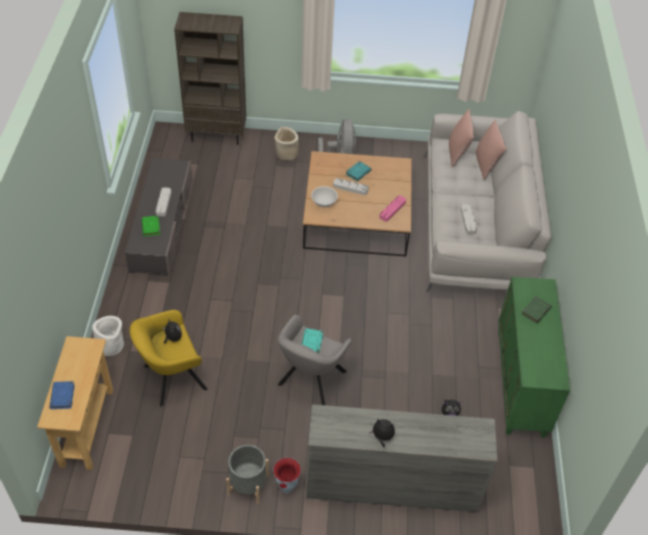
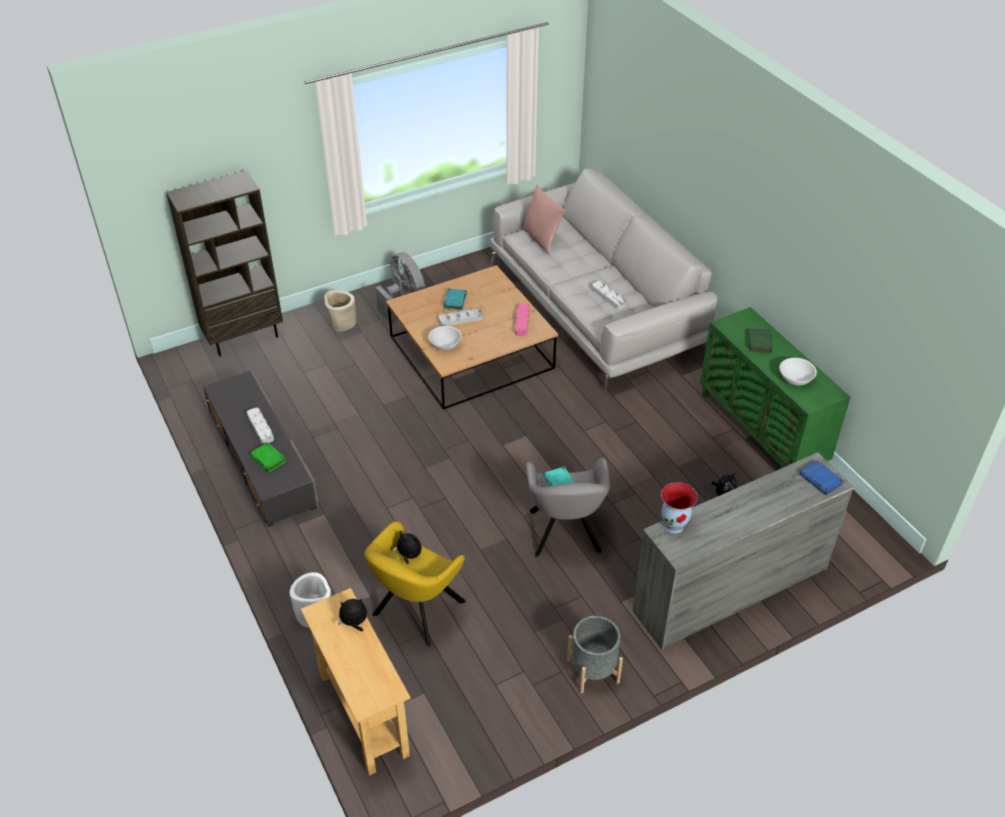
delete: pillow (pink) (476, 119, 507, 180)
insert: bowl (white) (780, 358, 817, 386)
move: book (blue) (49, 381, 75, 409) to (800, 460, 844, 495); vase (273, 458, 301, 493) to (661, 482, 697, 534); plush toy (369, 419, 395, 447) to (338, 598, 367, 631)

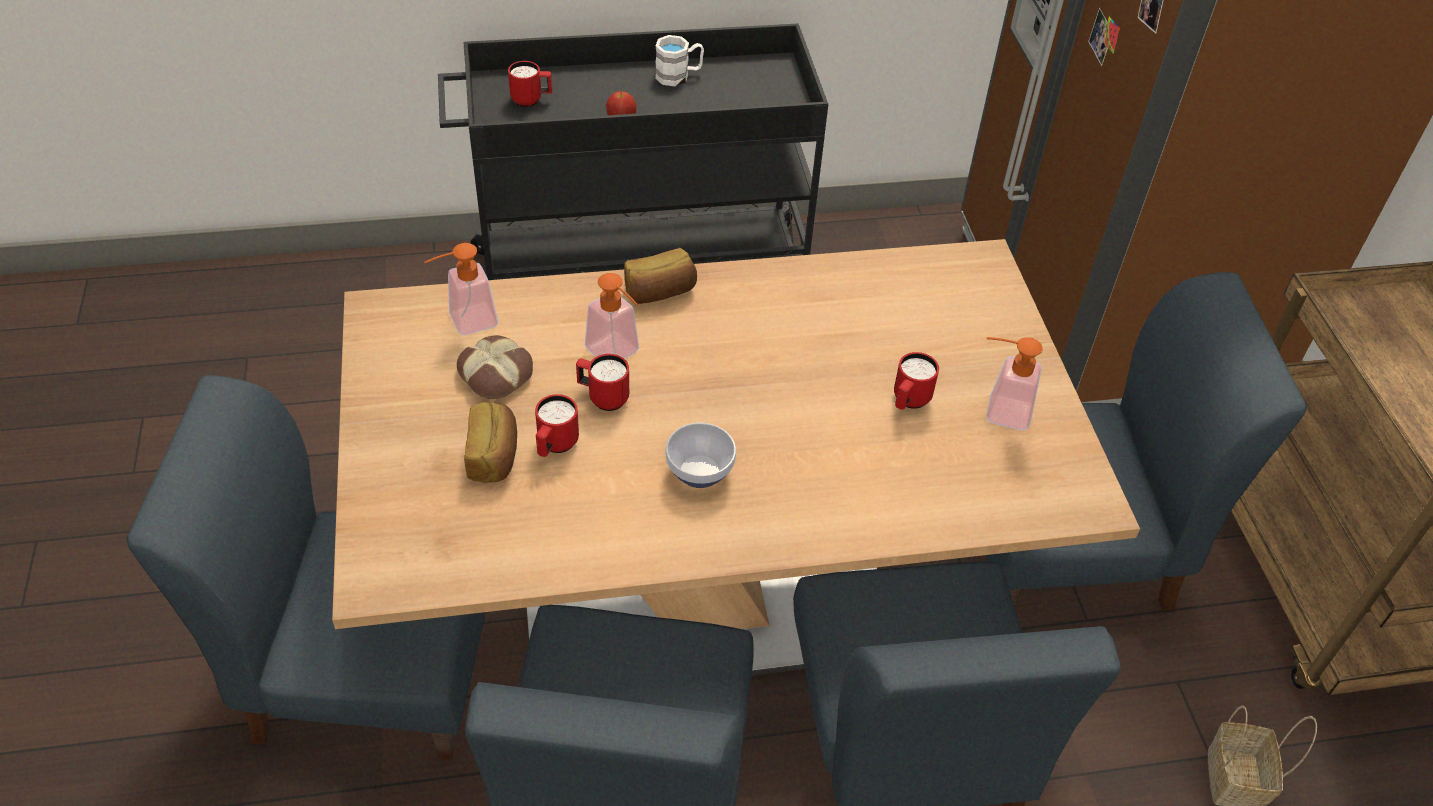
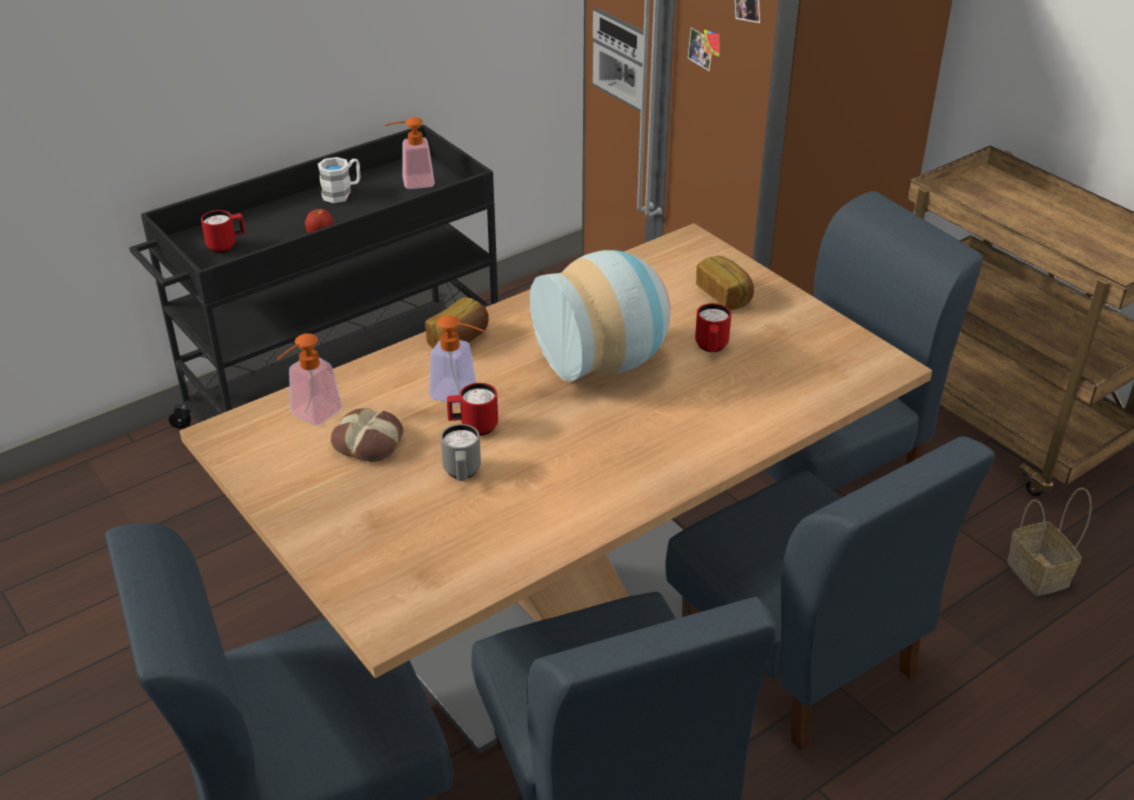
delete: bowl (665, 423, 736, 488)
insert: vase (530, 250, 670, 382)
move: bread (464, 402, 517, 483) to (696, 256, 754, 310); soap dispenser (986, 337, 1043, 430) to (385, 117, 435, 189)
recolor: mug (red) (535, 394, 579, 457) to mug (grey) (441, 424, 481, 481)

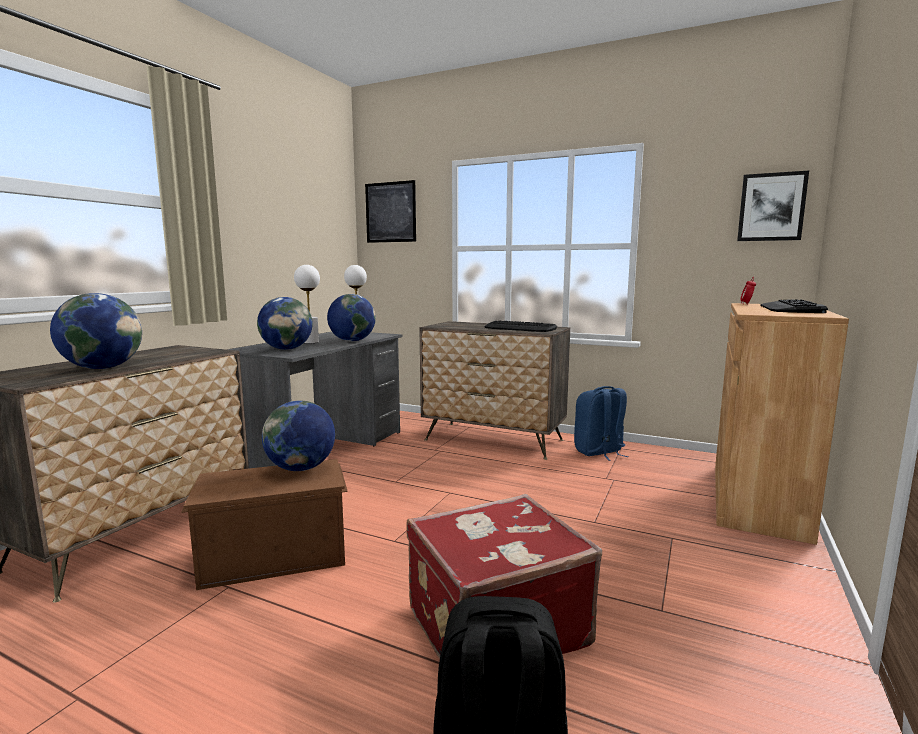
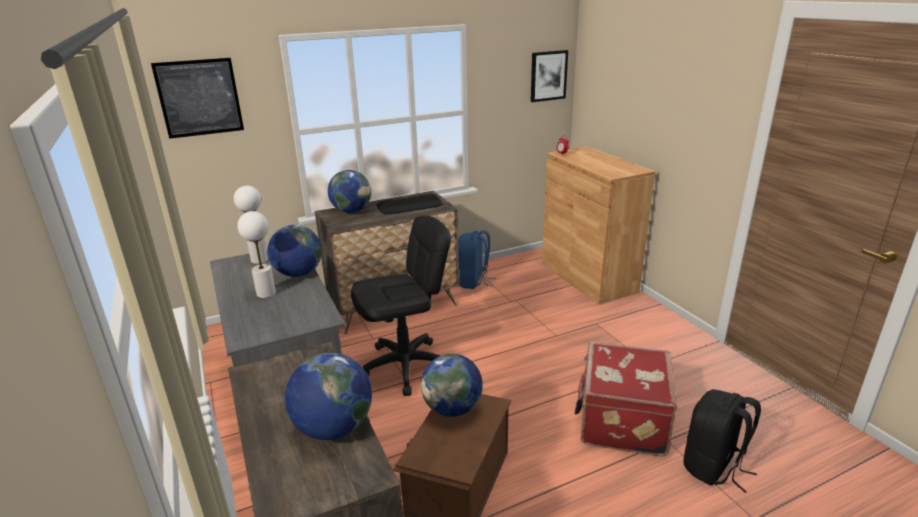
delete: keyboard (760, 299, 828, 313)
insert: office chair (black) (351, 215, 451, 396)
move: globe (257, 297, 313, 350) to (328, 170, 371, 213)

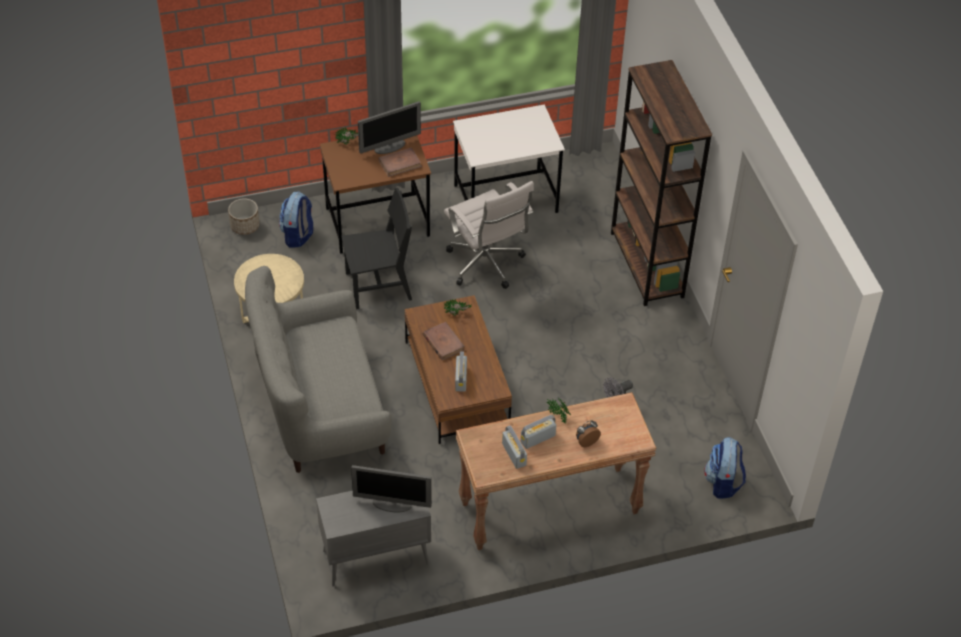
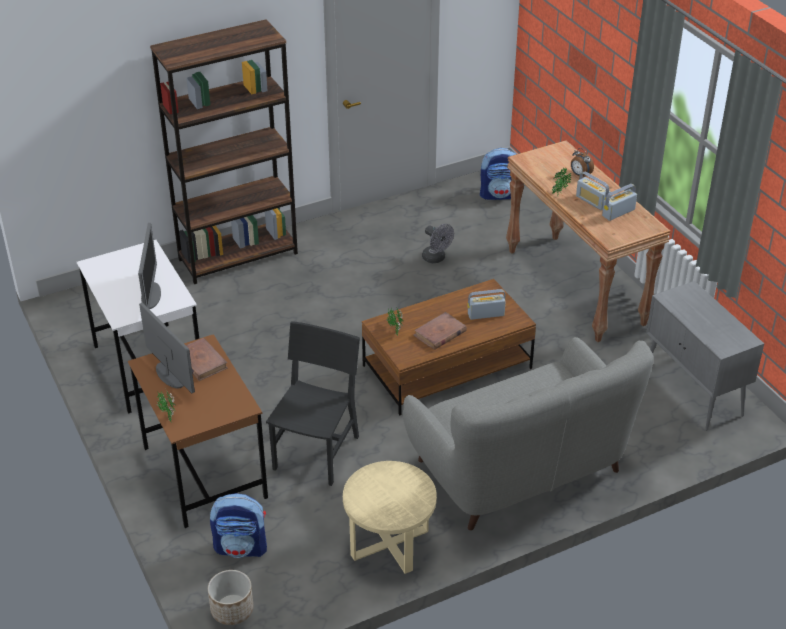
delete: office chair (white) (444, 181, 534, 289)
move: monitor (351, 465, 432, 512) to (138, 223, 161, 309)
rotate: chair (black) (341, 188, 412, 309) = (266, 321, 360, 486) 45 degrees clockwise

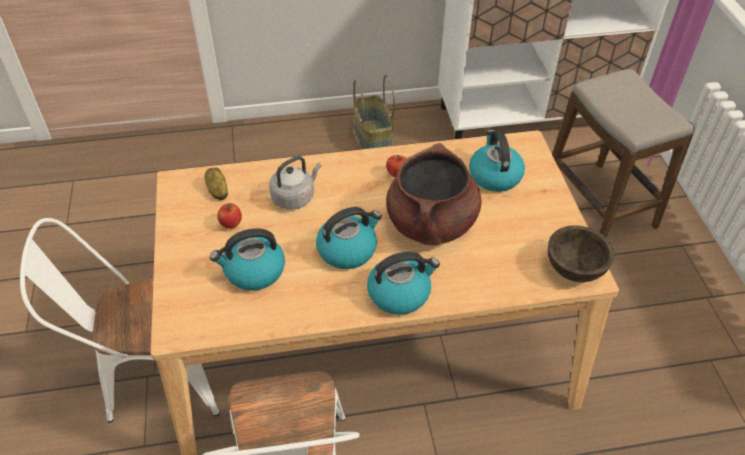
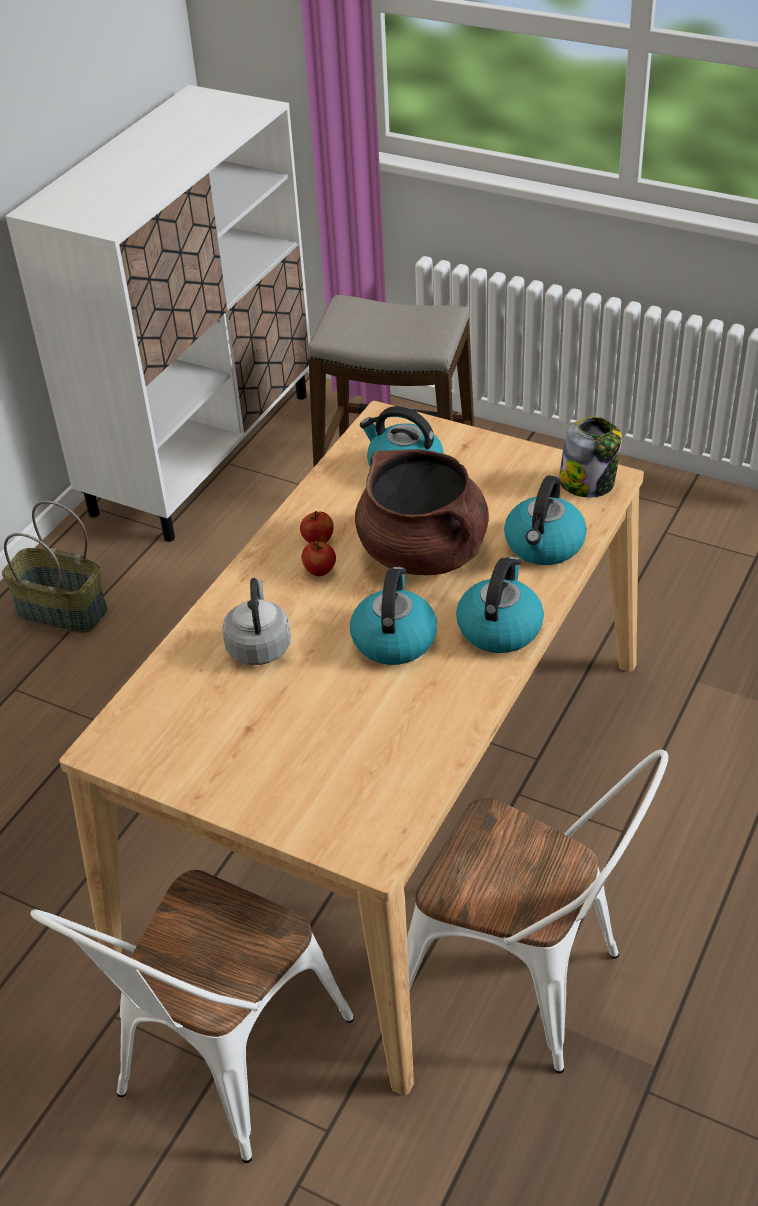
delete: potato (204, 167, 228, 200)
move: kettle (210, 228, 285, 291) to (504, 475, 587, 565); apple (217, 203, 242, 229) to (301, 541, 336, 576)
replace: bowl (brown) (548, 226, 614, 282) to jar (559, 417, 622, 498)

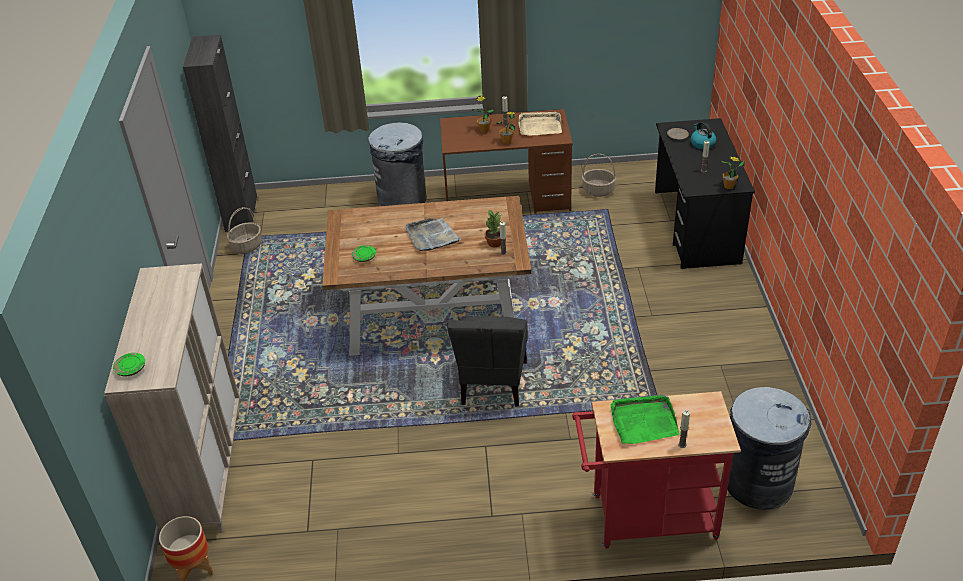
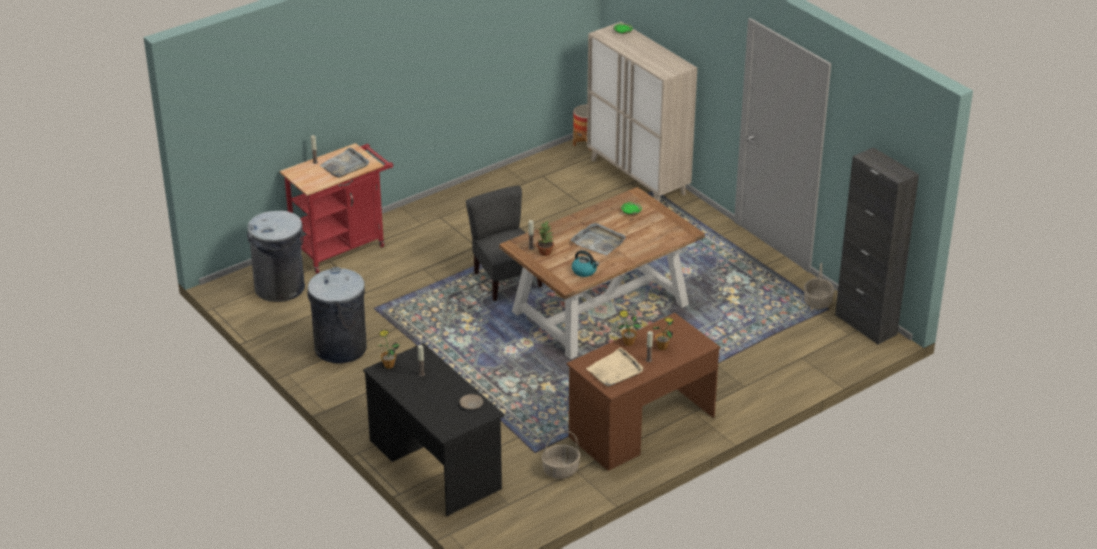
move: trash can (grey) (368, 122, 427, 206) to (307, 267, 367, 363); kettle (691, 122, 716, 149) to (572, 250, 599, 277)
recolor: tray (green) (611, 395, 680, 444) to tray (grey) (320, 147, 369, 178)

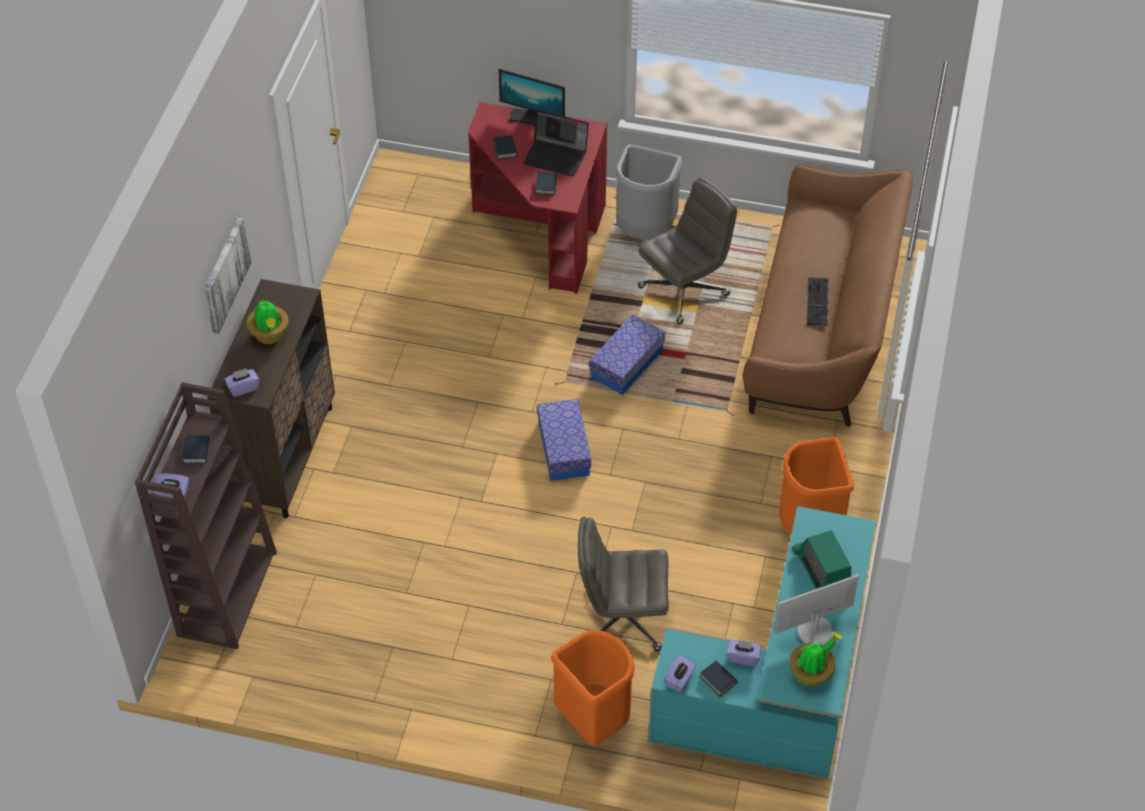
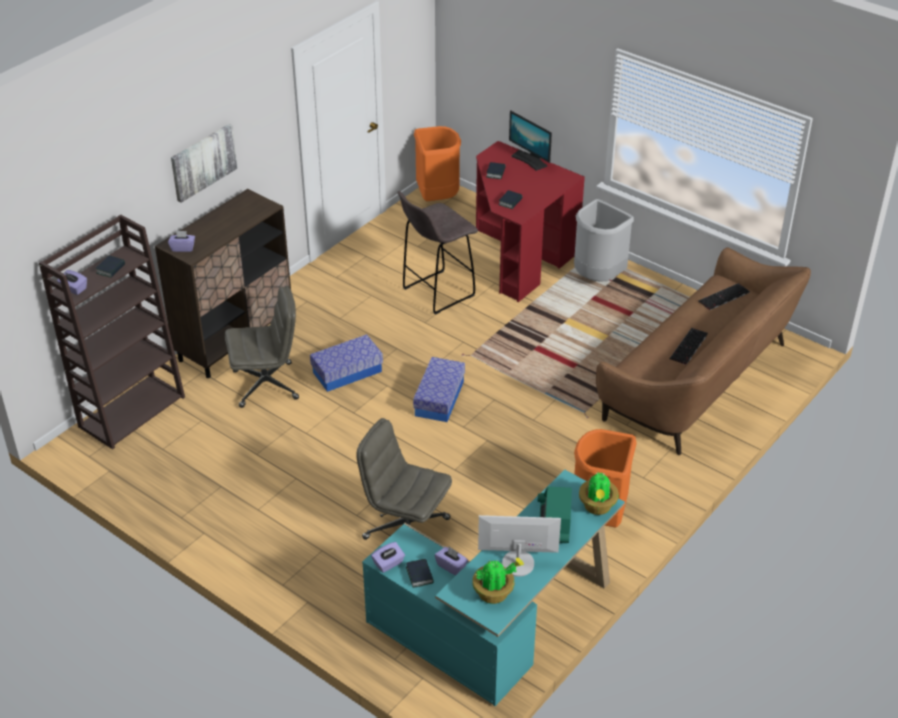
delete: laptop (523, 111, 589, 176)
insert: stool (grey) (398, 191, 478, 315); keyboard (698, 283, 750, 310)
move: potted plant (247, 300, 289, 344) to (579, 472, 619, 515); trash can (orange) (551, 630, 635, 746) to (414, 126, 461, 201); storage box (589, 315, 665, 395) to (310, 334, 383, 392); office chair (grey) (638, 178, 737, 324) to (225, 286, 299, 408)

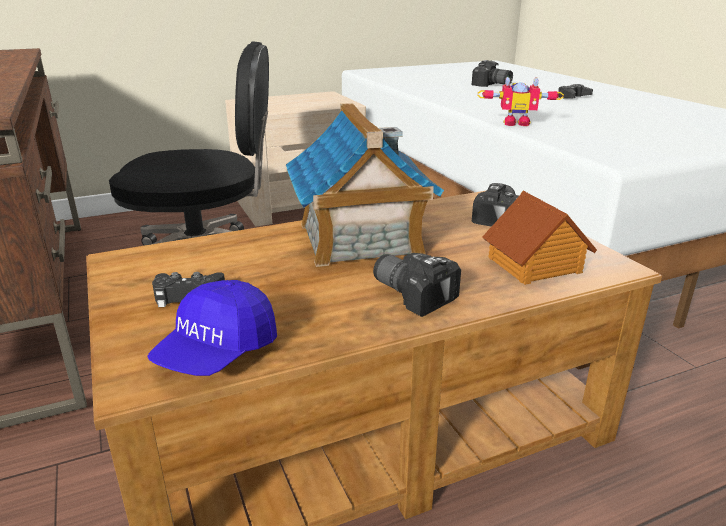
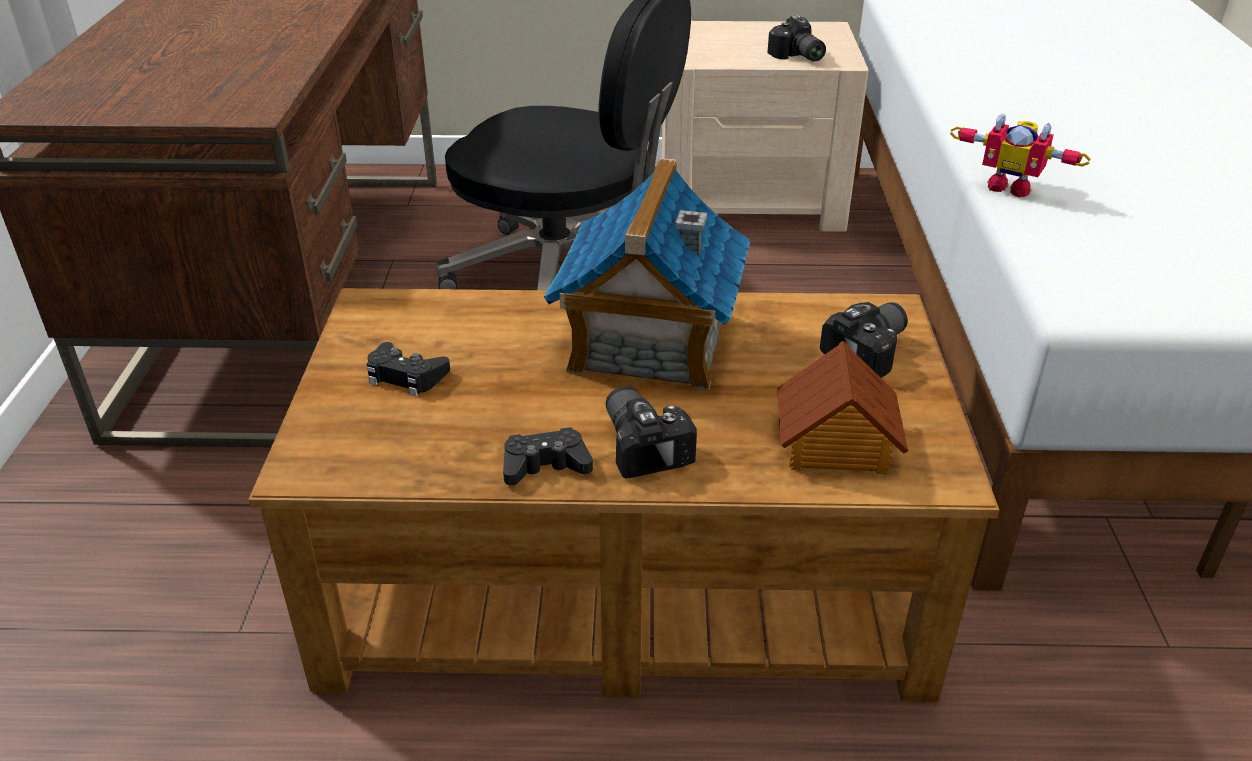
delete: cap (blue) (147, 280, 277, 376)
move: photo camera (472, 60, 513, 87) to (767, 15, 826, 62); game controller (black) (558, 84, 593, 99) to (503, 427, 593, 485)

